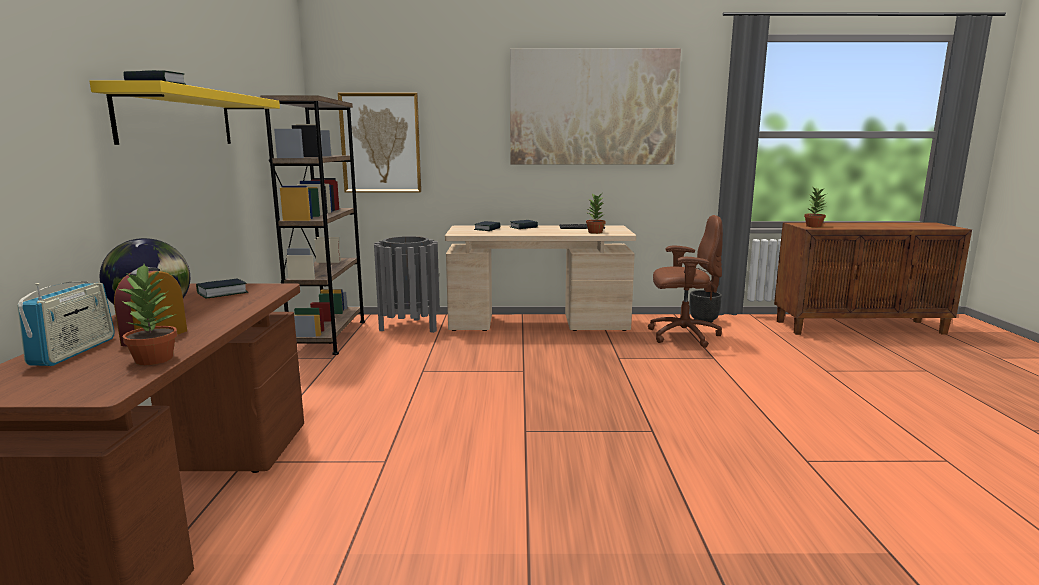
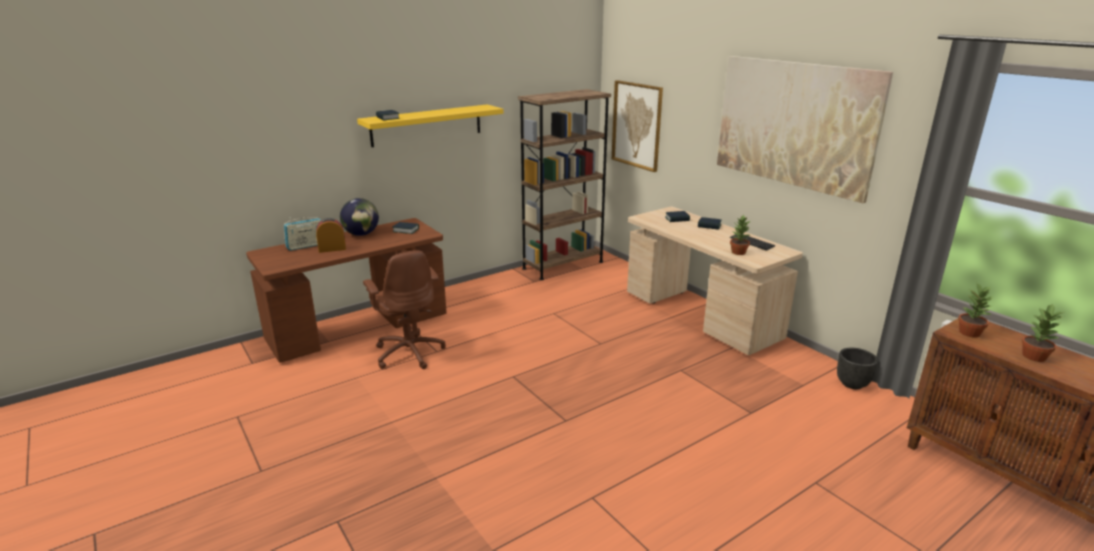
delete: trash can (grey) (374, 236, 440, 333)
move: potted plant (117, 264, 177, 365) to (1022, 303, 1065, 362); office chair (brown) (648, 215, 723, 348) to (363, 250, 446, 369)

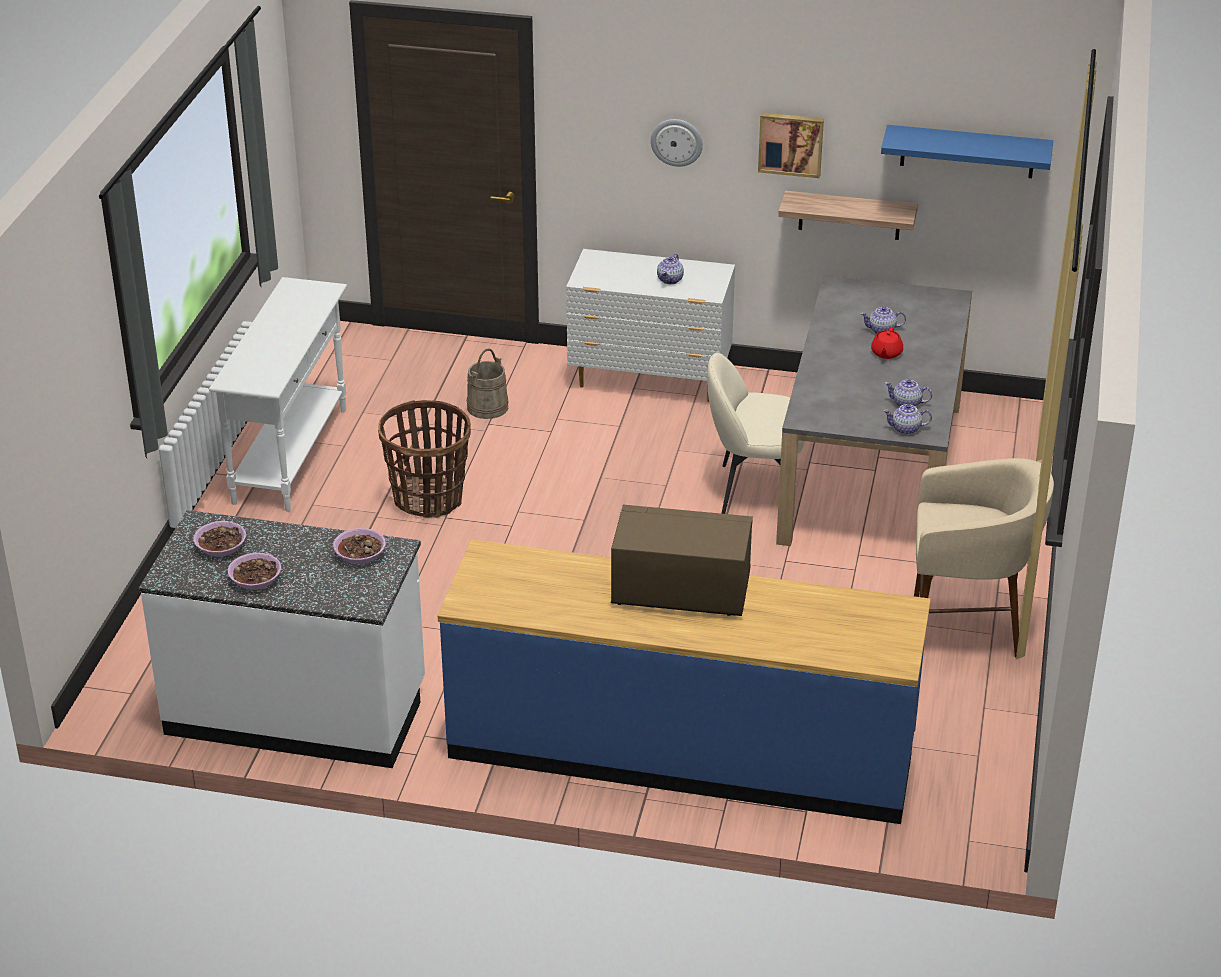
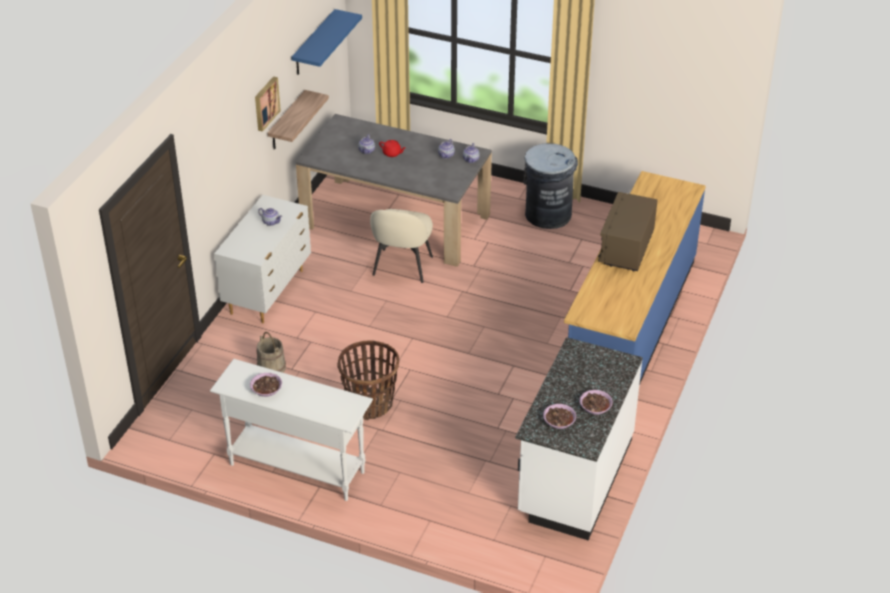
delete: wall clock (651, 119, 703, 167)
move: bowl (333, 528, 386, 564) to (250, 373, 282, 397)
replace: stool (beige) (914, 458, 1054, 657) to trash can (grey) (523, 143, 578, 229)

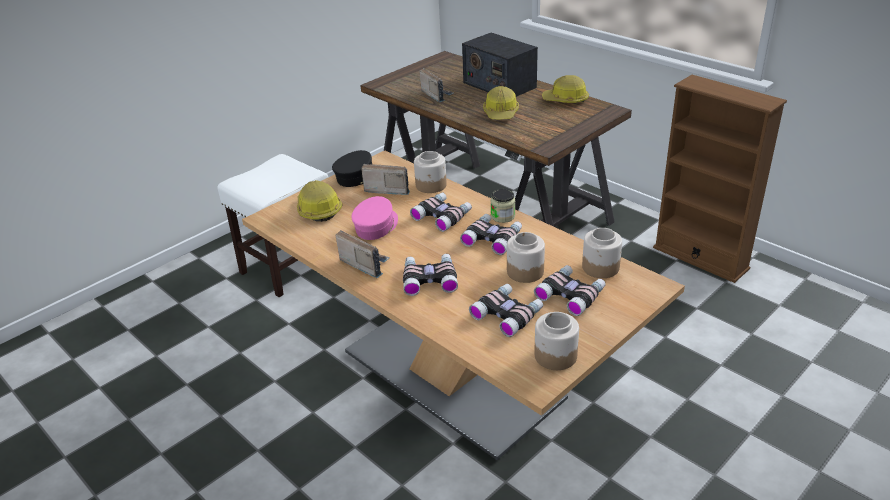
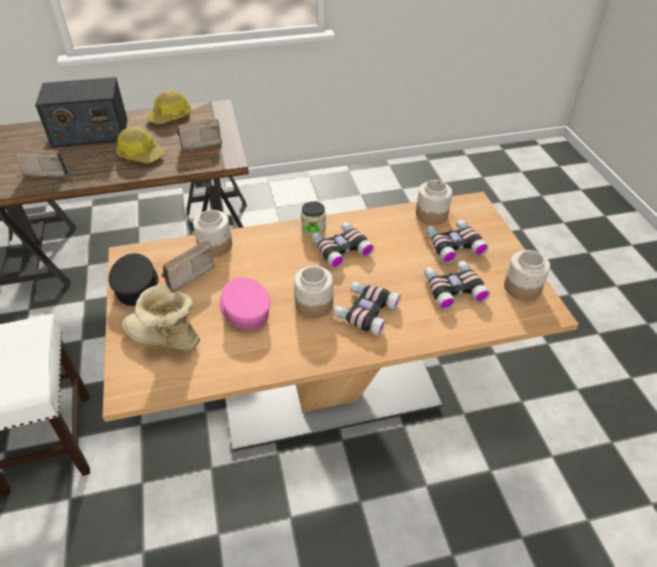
delete: binoculars (410, 192, 472, 232); bookcase (brown) (653, 75, 787, 283)
move: radio (335, 230, 390, 278) to (177, 119, 223, 150); jar (507, 232, 545, 283) to (294, 266, 333, 318)
replace: hard hat (297, 180, 343, 222) to boot (122, 284, 200, 353)

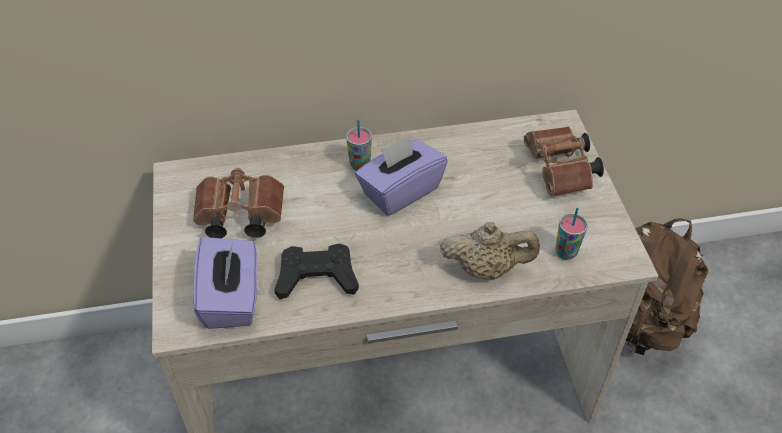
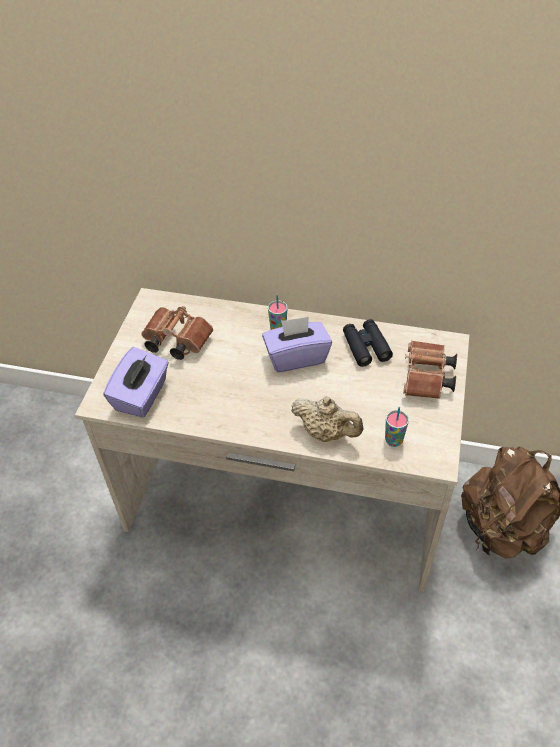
delete: game controller (black) (274, 244, 359, 299)
insert: binoculars (black) (343, 319, 393, 367)

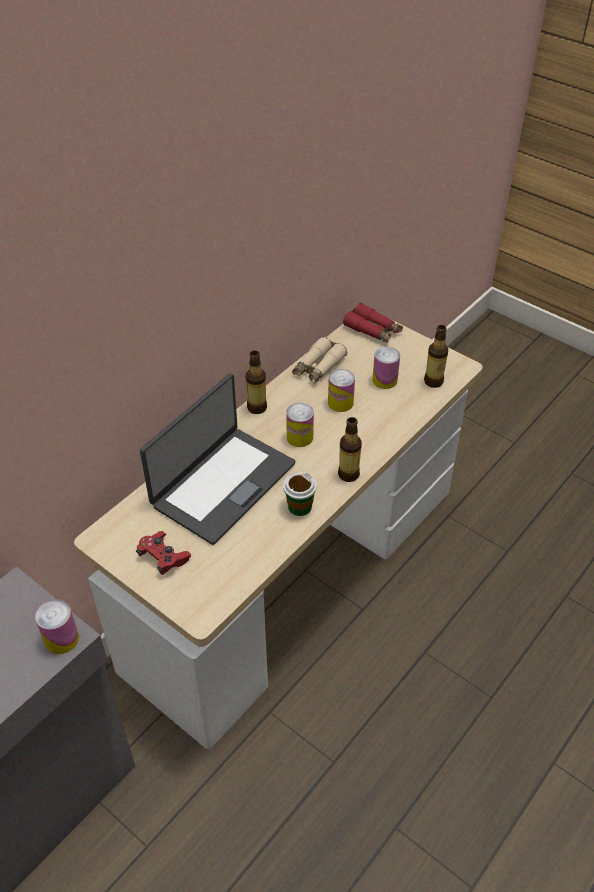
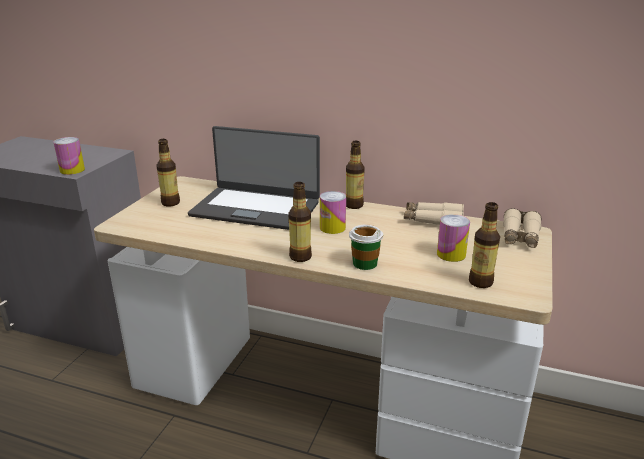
delete: can (328, 369, 355, 412)
move: cup (283, 473, 317, 516) to (349, 225, 383, 270)
replace: game controller (red) (136, 531, 191, 575) to bottle (156, 139, 180, 207)
recolor: binoculars (red) (343, 303, 403, 343) to binoculars (beige) (503, 208, 541, 248)

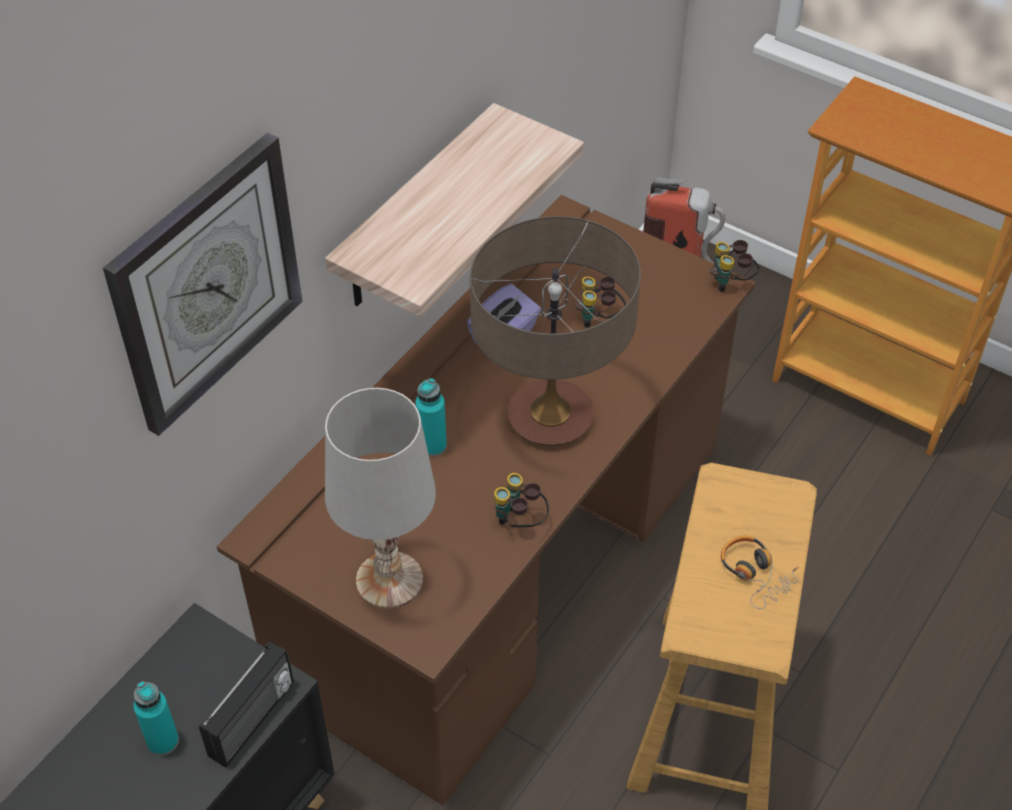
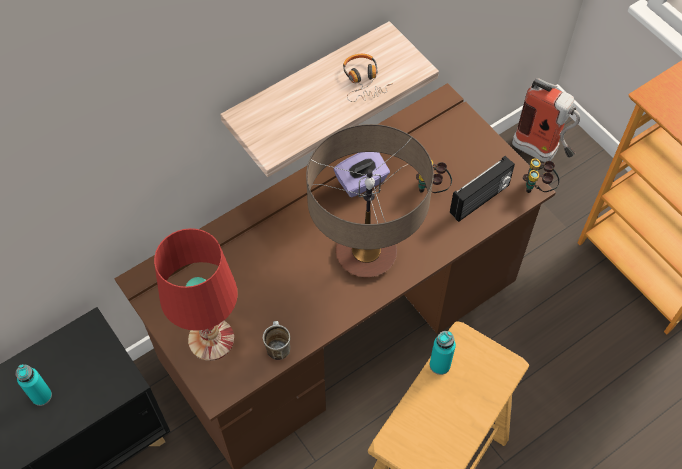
delete: wall clock (103, 132, 303, 436); binoculars (494, 473, 549, 527)
insert: mug (263, 321, 291, 360)
move: radio (199, 641, 294, 768) to (450, 156, 515, 222); bottle (turquoise) (415, 378, 447, 457) to (430, 331, 456, 375); headphones (721, 536, 799, 609) to (343, 54, 392, 102)
recolor: table lamp (white) (325, 388, 436, 609) to table lamp (red) (154, 228, 238, 361)

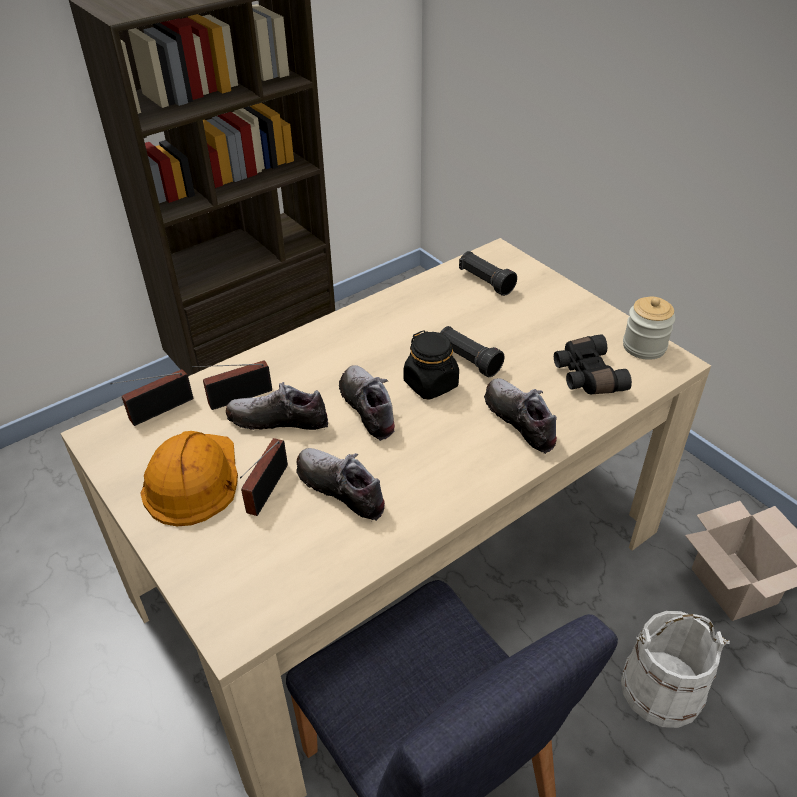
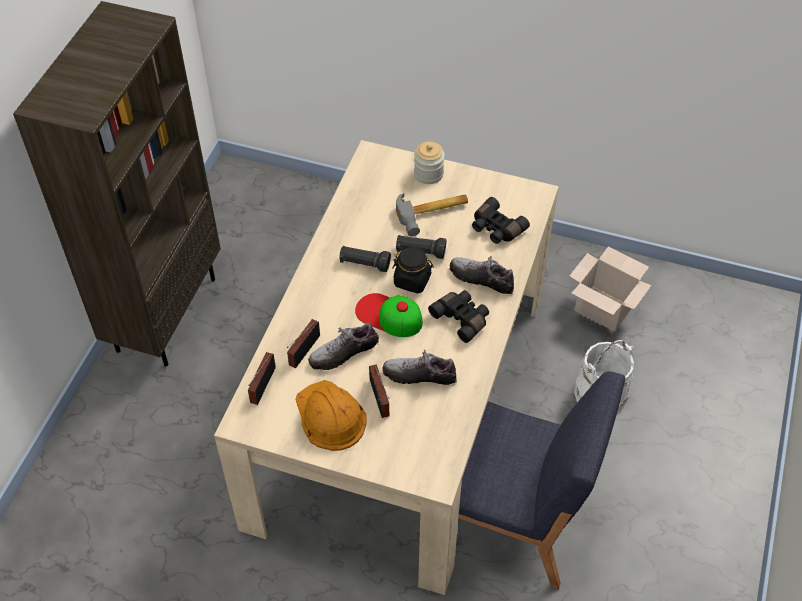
insert: hammer (396, 193, 468, 237); binoculars (black) (428, 290, 489, 343)
move: flashlight (black) (459, 251, 517, 296) to (339, 246, 391, 272); jar (623, 297, 675, 360) to (414, 141, 445, 184)
replace: shoe (339, 365, 396, 441) to cap (355, 293, 423, 337)

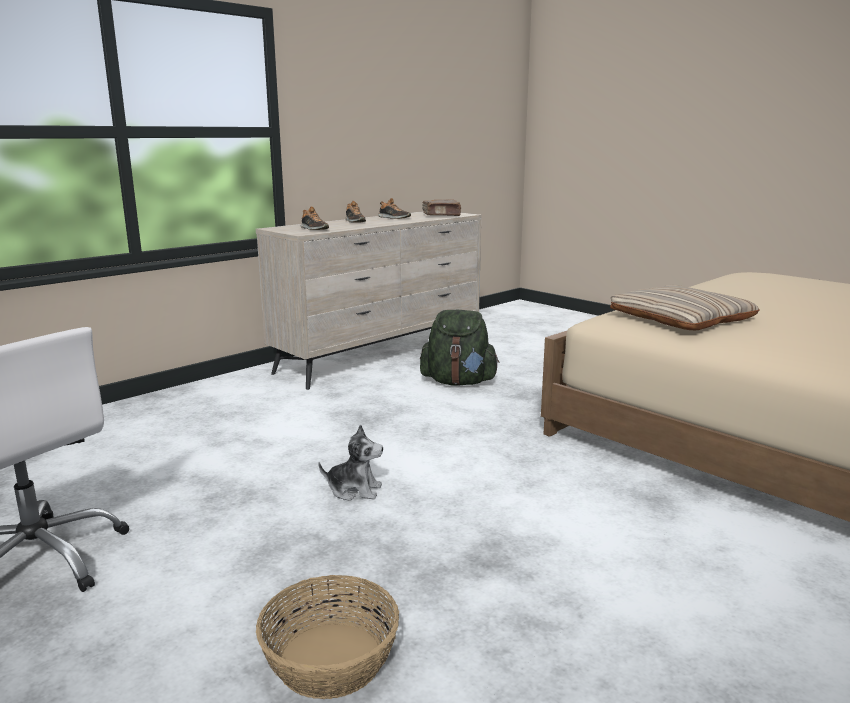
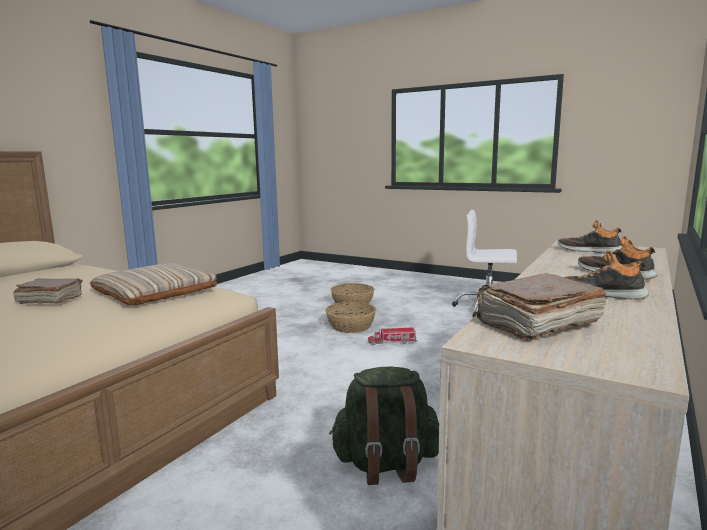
insert: book (brown) (13, 278, 83, 304); basket (325, 302, 376, 333)
replace: plush toy (318, 425, 383, 501) to toy truck (368, 327, 417, 345)

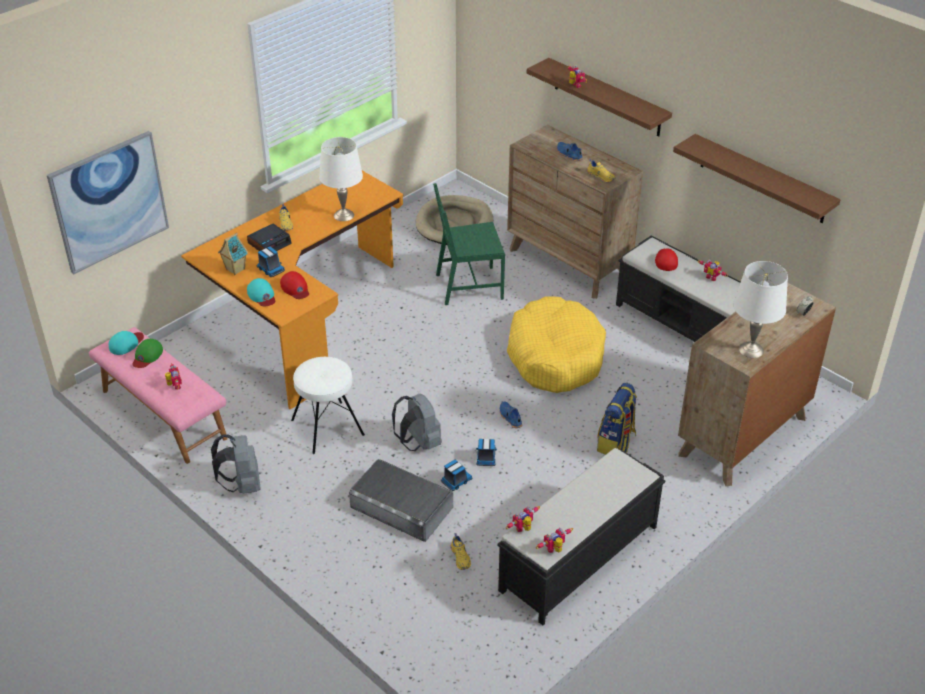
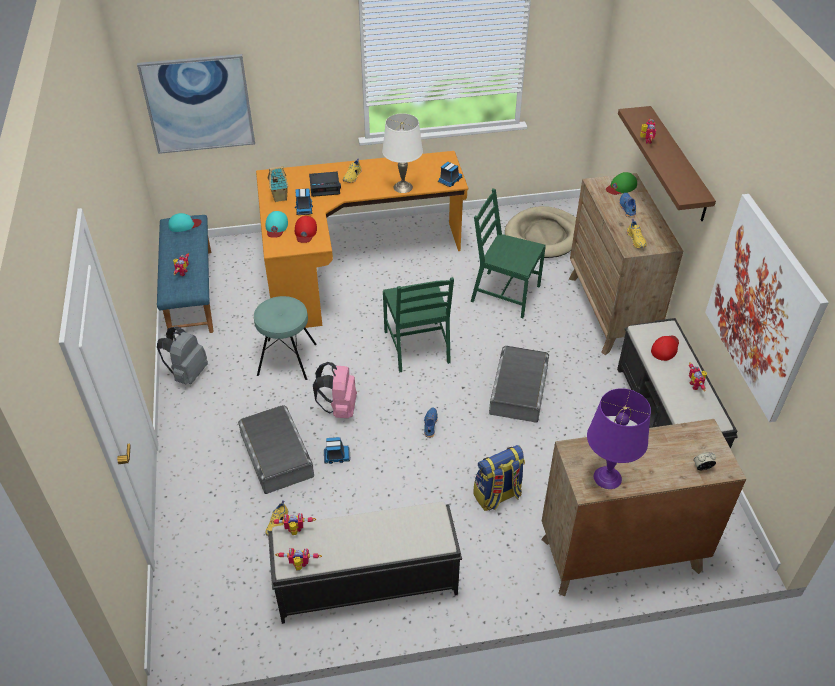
insert: chair (green) (383, 277, 454, 373)
move: cap (green) (132, 339, 163, 368) to (606, 172, 637, 195); toy truck (476, 439, 497, 466) to (438, 162, 463, 187)
replace: dog bed (yellow) (507, 296, 606, 393) to storage box (grey) (489, 346, 549, 423); shelf (brown) (673, 134, 841, 223) to picture (705, 194, 829, 422)
recolor: bench (pink) (89, 327, 228, 464) to bench (blue) (157, 215, 214, 333); stool (white) (291, 357, 365, 454) to stool (turquoise) (254, 296, 317, 380); backpack (grey) (392, 394, 442, 451) to backpack (pink) (313, 362, 357, 418); table lamp (white) (733, 261, 788, 358) to table lamp (purple) (587, 388, 651, 489)

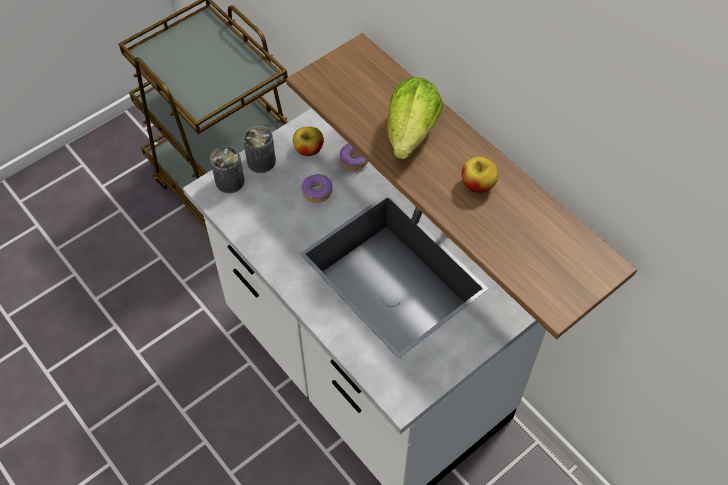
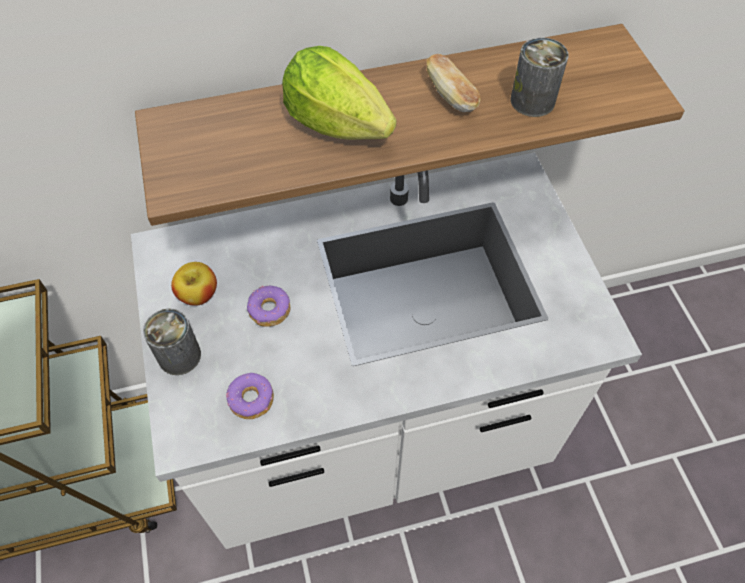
move: can (210, 146, 244, 193) to (511, 37, 568, 117); donut (340, 143, 368, 170) to (226, 373, 274, 419)
replace: apple (462, 157, 498, 193) to bread (427, 54, 481, 112)

